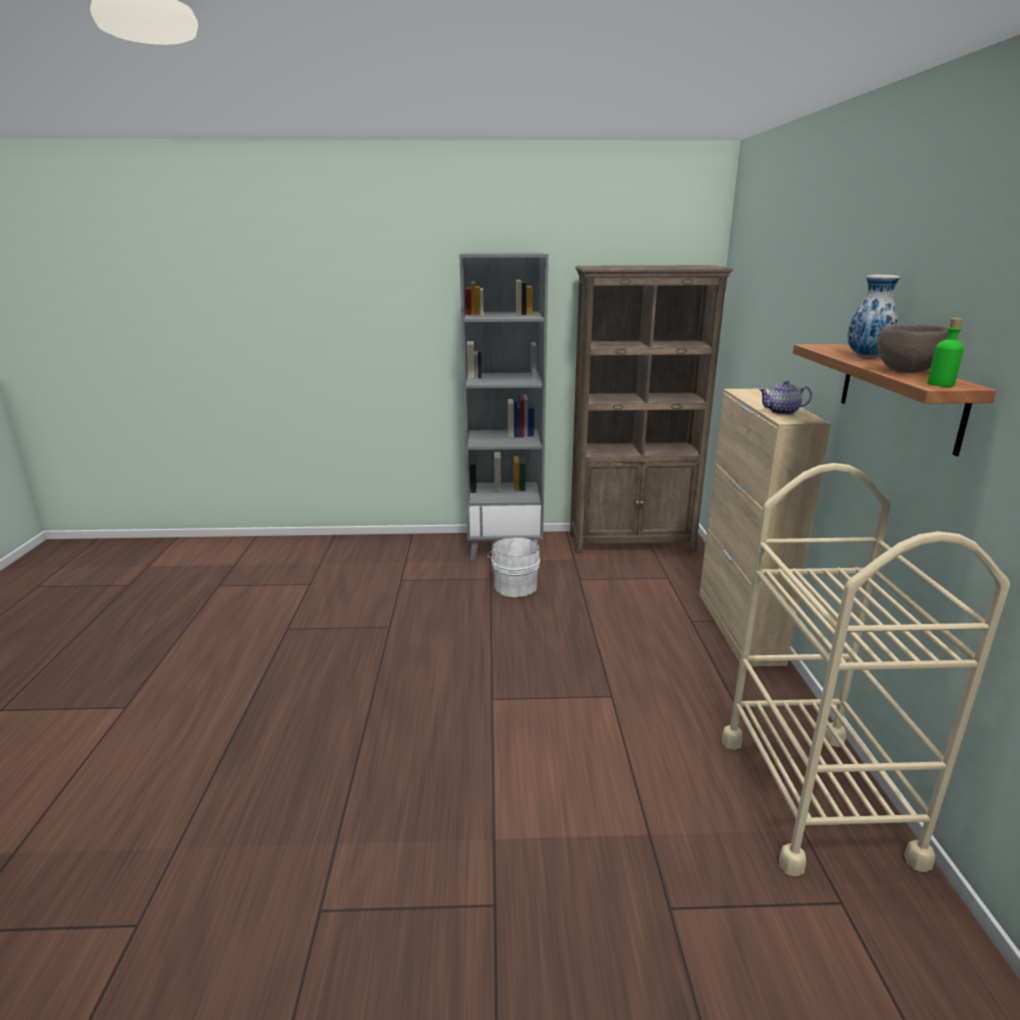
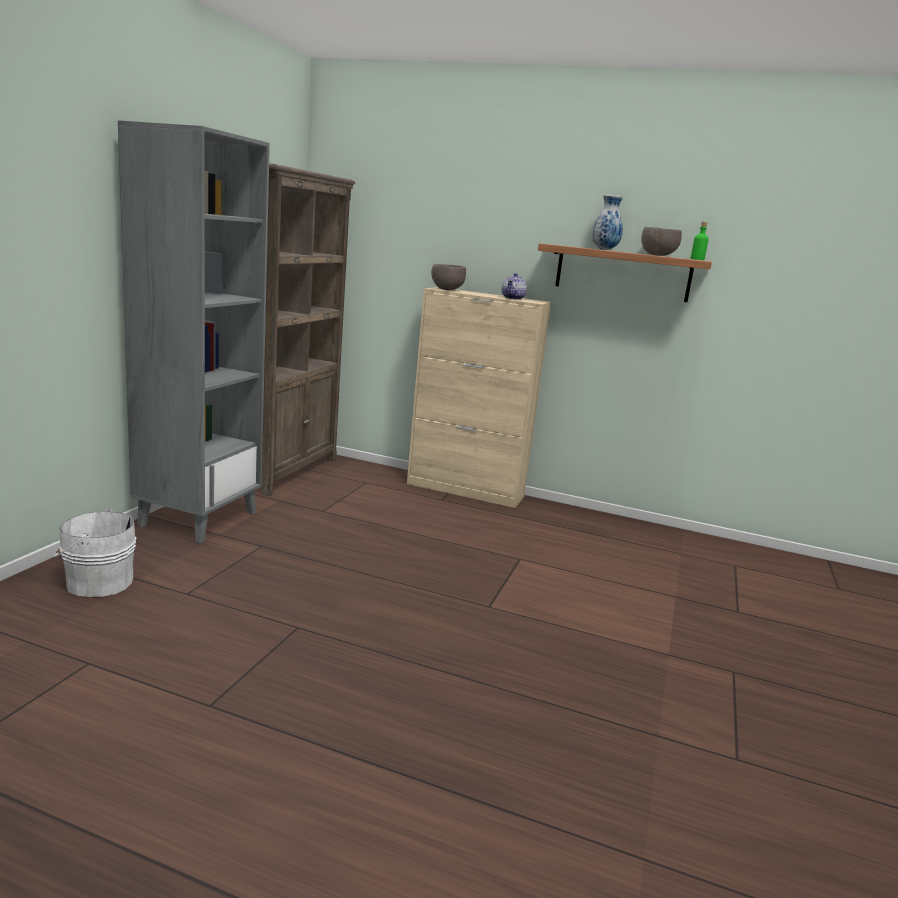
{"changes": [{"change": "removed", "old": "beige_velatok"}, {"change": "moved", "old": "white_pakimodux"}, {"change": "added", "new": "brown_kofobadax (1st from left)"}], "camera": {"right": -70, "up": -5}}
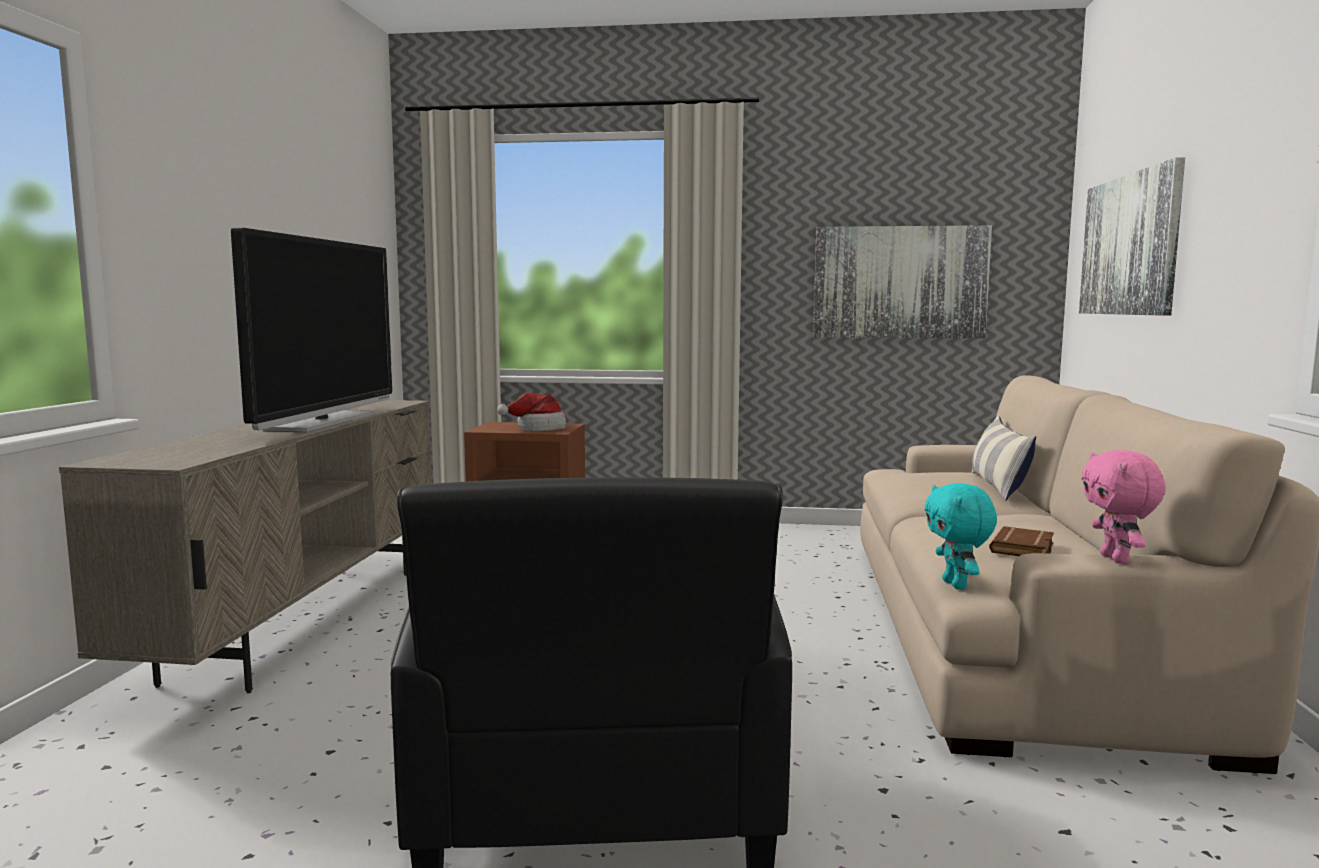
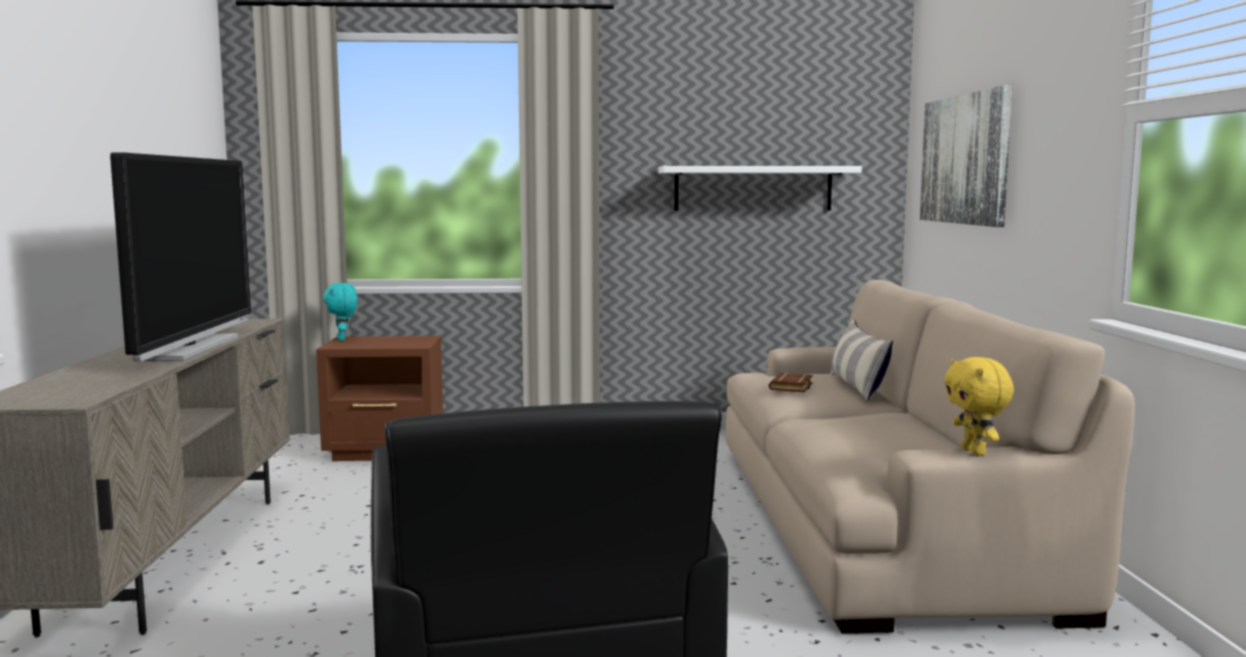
{"changes": [{"change": "replaced", "old": "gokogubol (1st from left)", "new": "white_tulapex"}, {"change": "removed", "old": "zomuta"}, {"change": "recoloured", "old": "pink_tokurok", "new": "yellow_tokurok"}, {"change": "moved", "old": "turquoise_tokurok"}, {"change": "moved", "old": "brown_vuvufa"}], "camera": {"right": -10, "up": 0}}
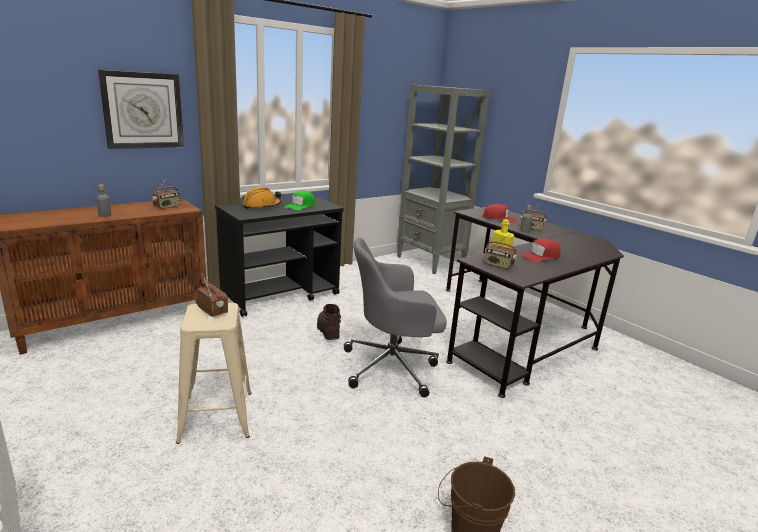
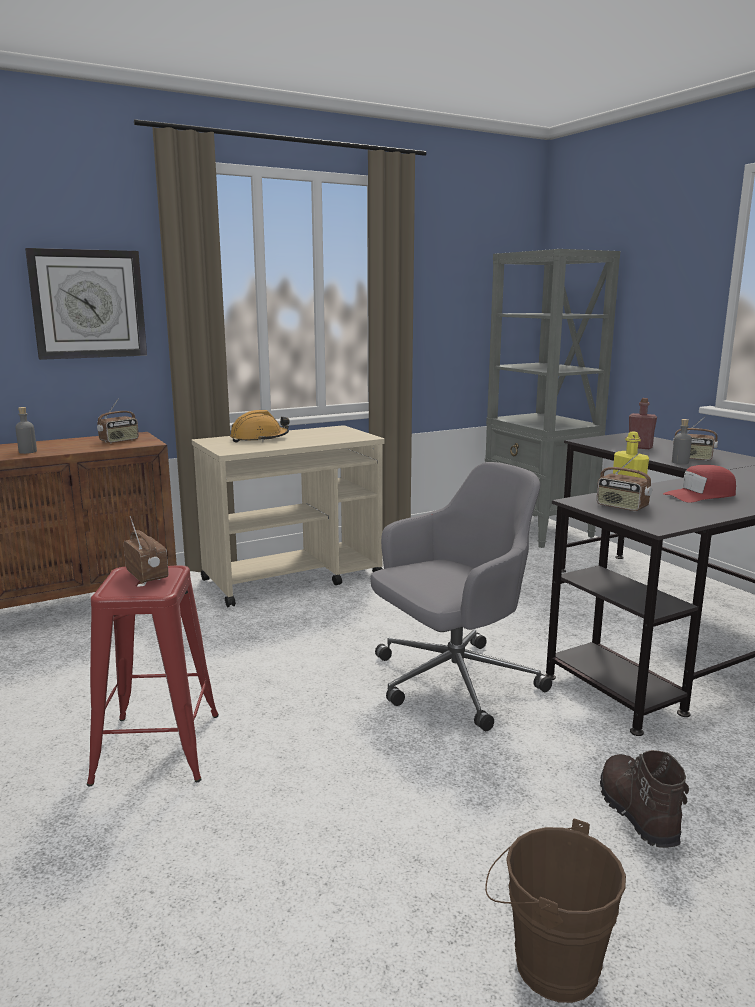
{"changes": [{"change": "removed", "old": "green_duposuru"}, {"change": "recoloured", "old": "black_velatok", "new": "beige_velatok"}, {"change": "replaced", "old": "red_duposuru (1st from left)", "new": "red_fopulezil"}, {"change": "turned", "old": "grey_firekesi", "degrees": 150}, {"change": "recoloured", "old": "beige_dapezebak", "new": "red_dapezebak"}, {"change": "moved", "old": "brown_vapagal"}], "camera": {"right": 10, "up": -5}}
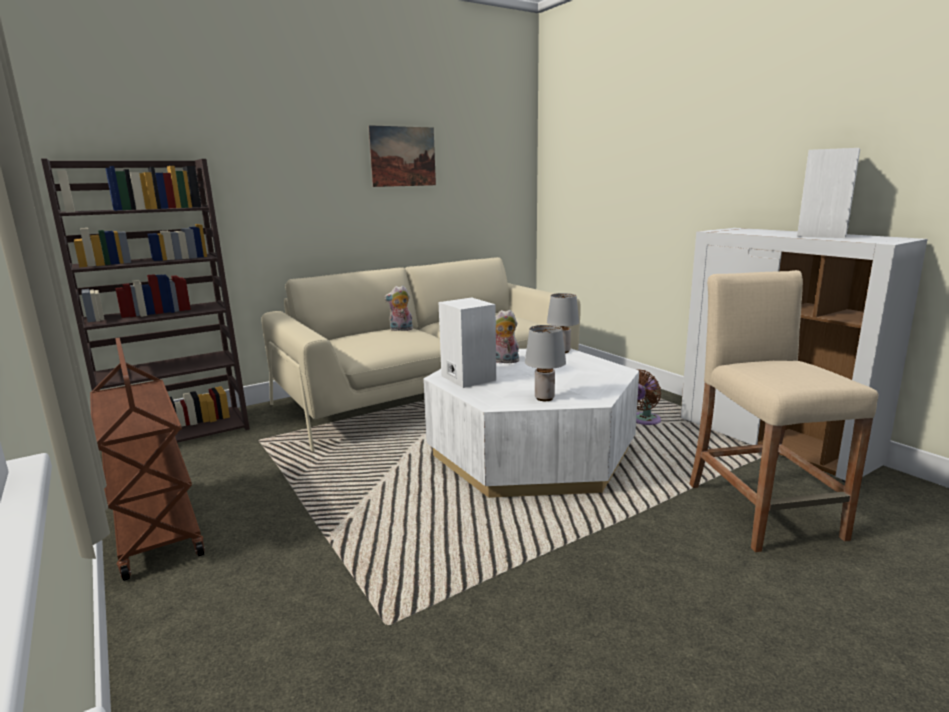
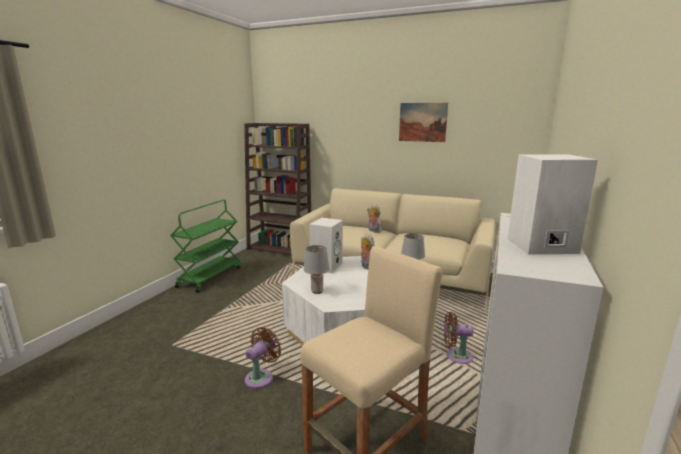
{"changes": [{"change": "recoloured", "old": "brown_velatok", "new": "green_velatok"}, {"change": "added", "new": "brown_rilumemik (1st from left)"}], "camera": {"right": 55, "up": 0}}
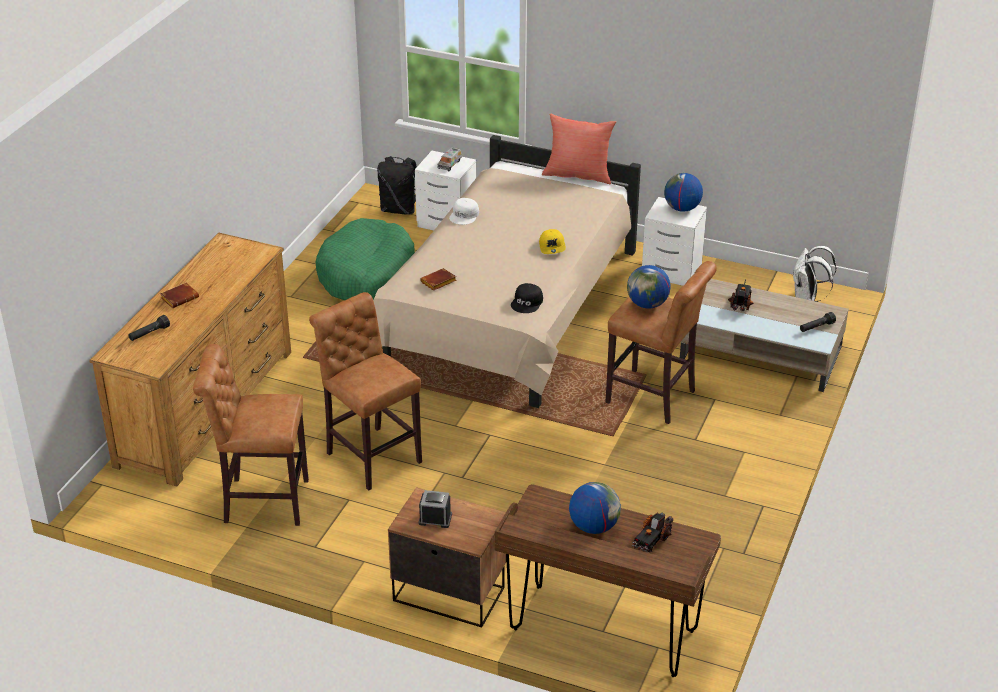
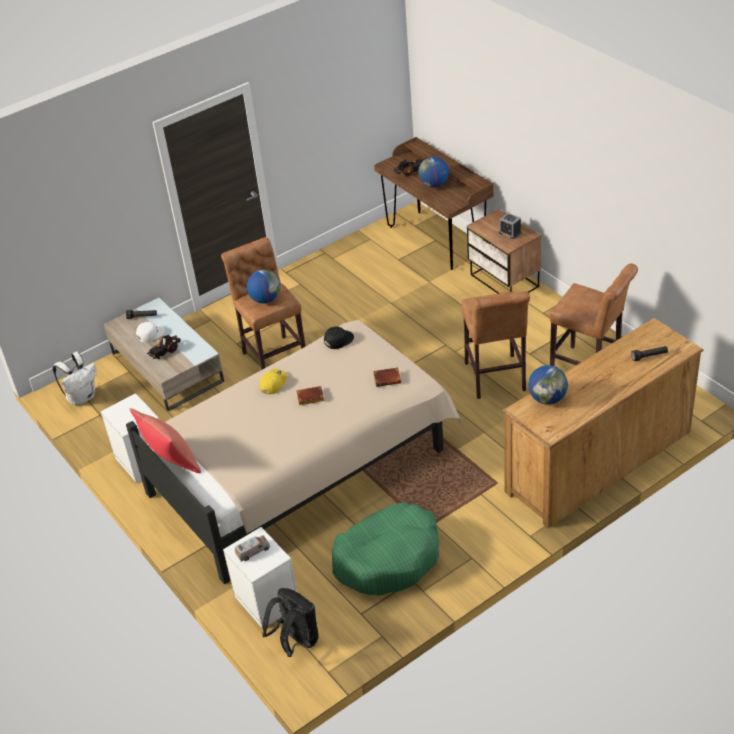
{"changes": [{"change": "moved", "old": "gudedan (3rd from left)"}, {"change": "moved", "old": "white_duposuru"}, {"change": "moved", "old": "brown_vuvufa (1st from left)"}], "camera": {"right": -145, "up": 5}}
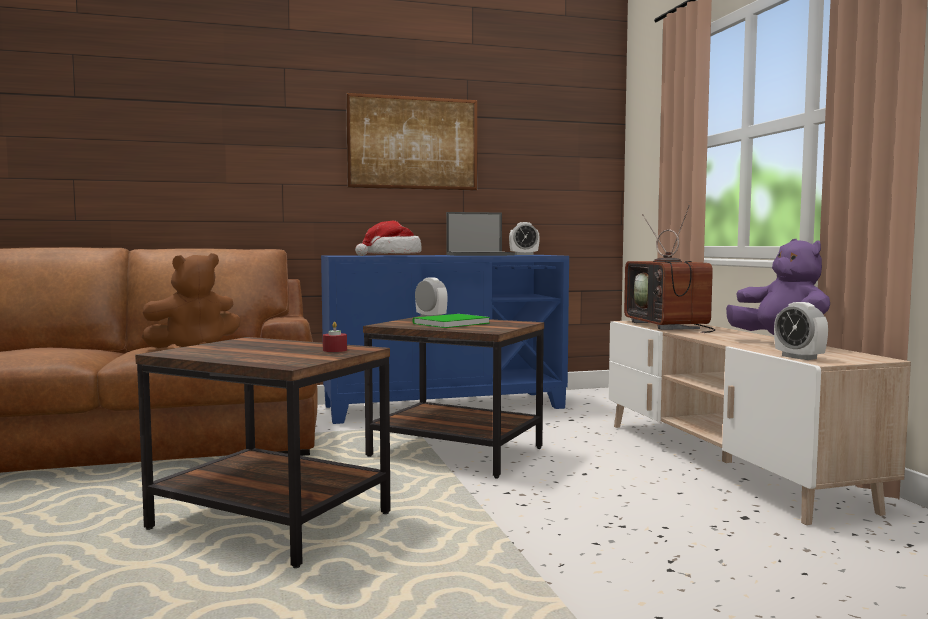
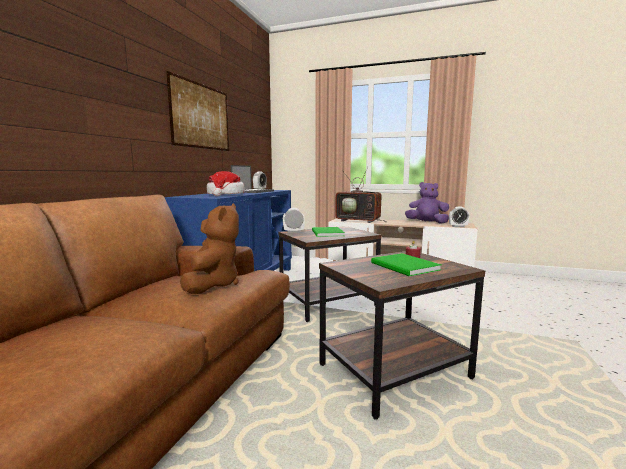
{"changes": [{"change": "added", "new": "green_vuvufa (2nd from left)"}], "camera": {"right": -55, "up": 5}}
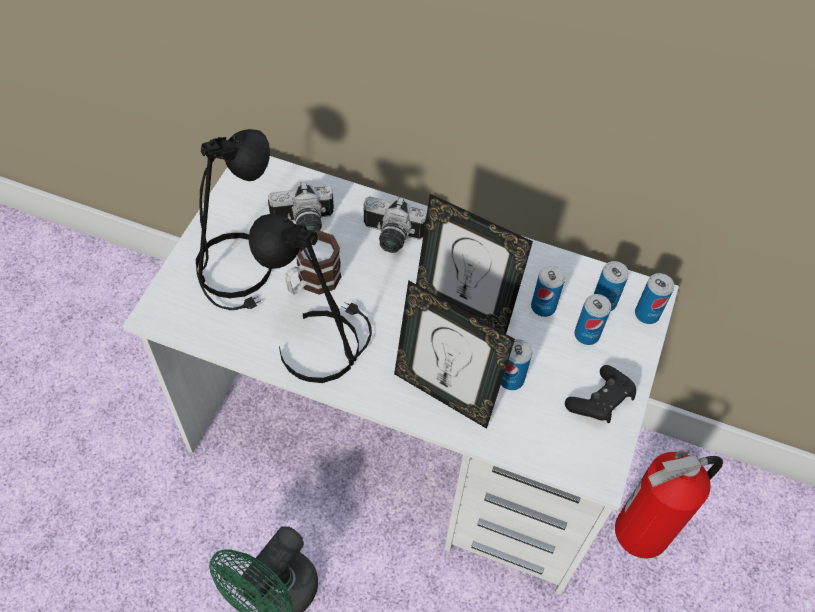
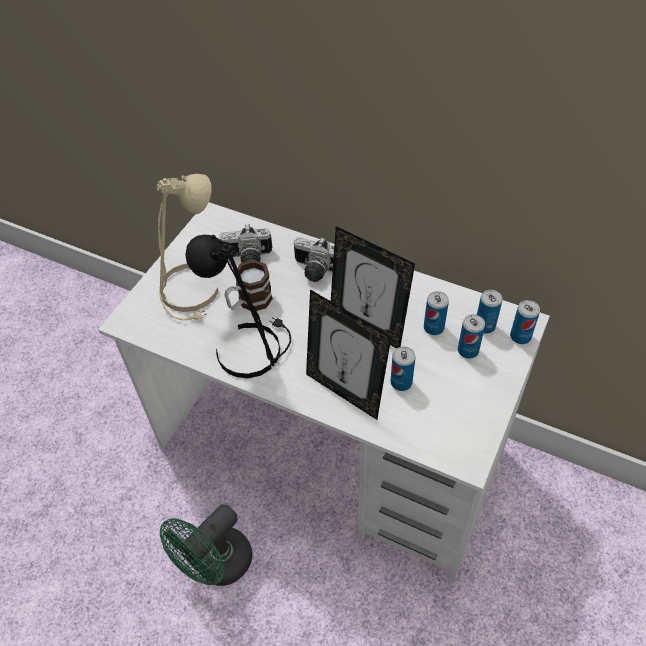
{"changes": [{"change": "recoloured", "old": "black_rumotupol (1st from left)", "new": "beige_rumotupol"}, {"change": "removed", "old": "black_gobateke"}, {"change": "removed", "old": "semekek"}], "camera": {"right": 10, "up": -5}}
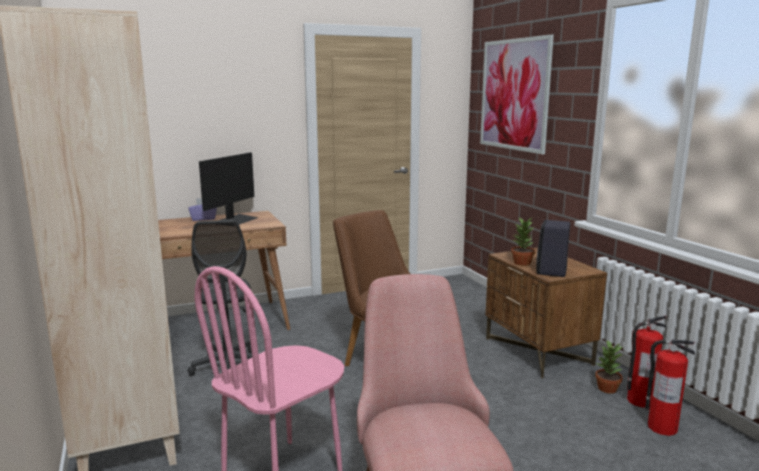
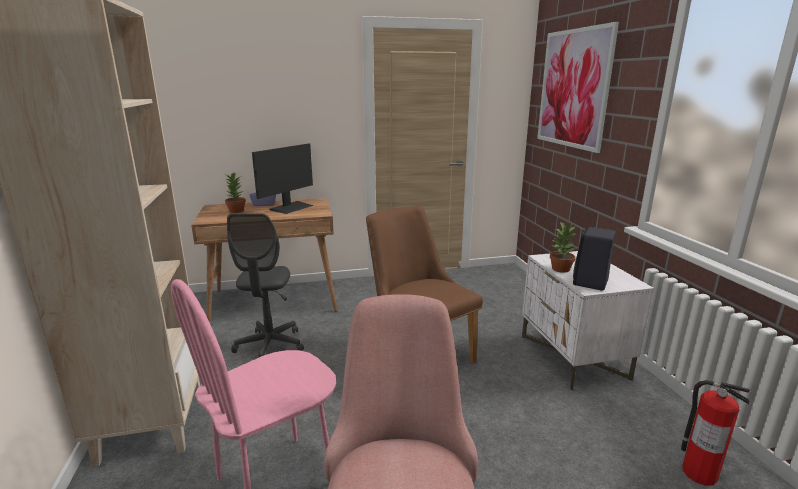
{"changes": [{"change": "recoloured", "old": "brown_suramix", "new": "white_suramix"}, {"change": "removed", "old": "semekek (1st from left)"}, {"change": "moved", "old": "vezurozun (2nd from left in the first image)", "new": "vezurozun (1st from left)"}], "camera": {"right": 10, "up": 5}}
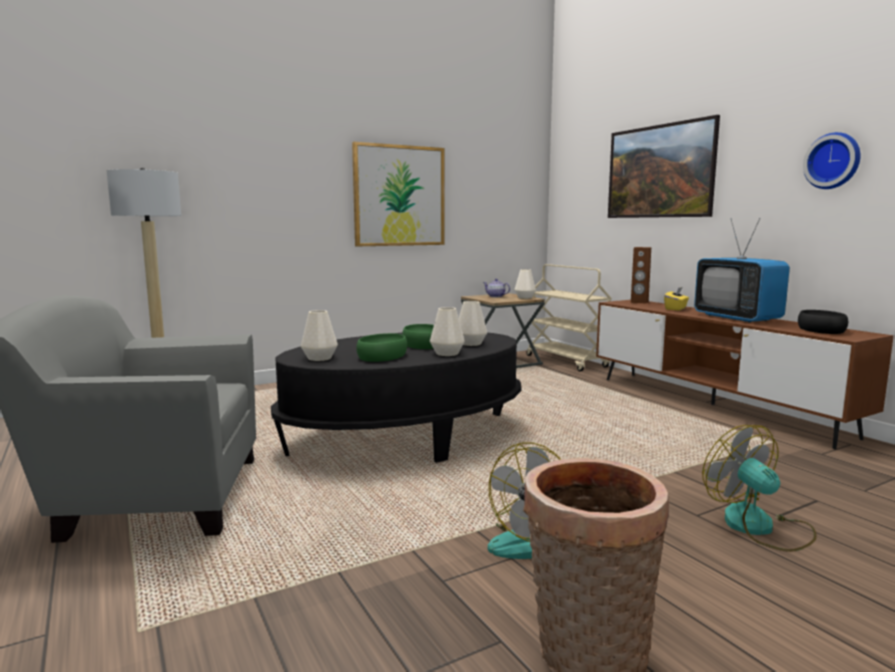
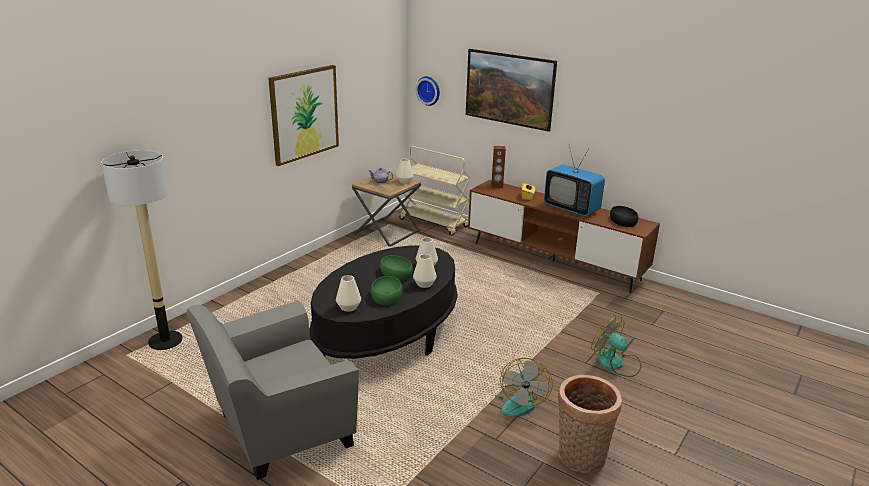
{"changes": [{"change": "moved", "old": "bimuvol"}], "camera": {"right": -25, "up": 15}}
